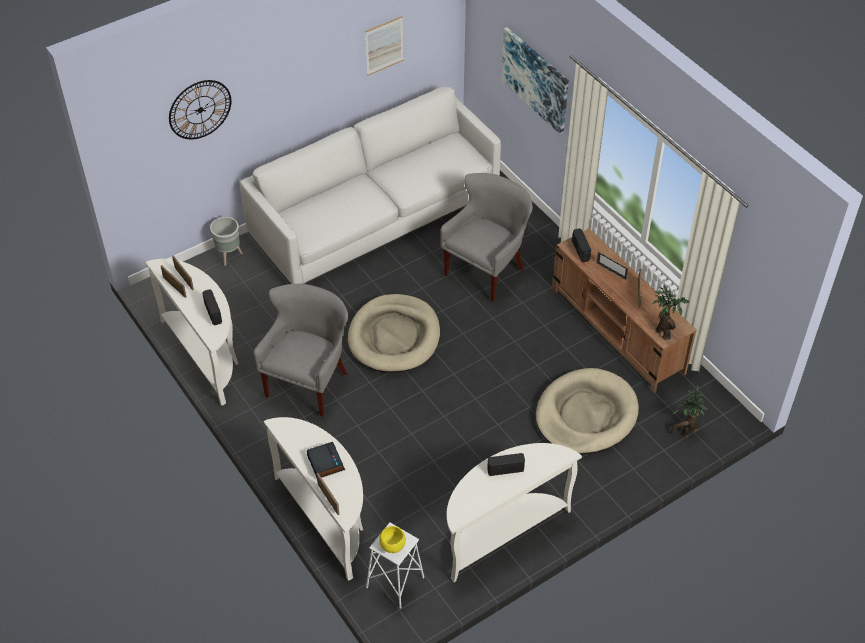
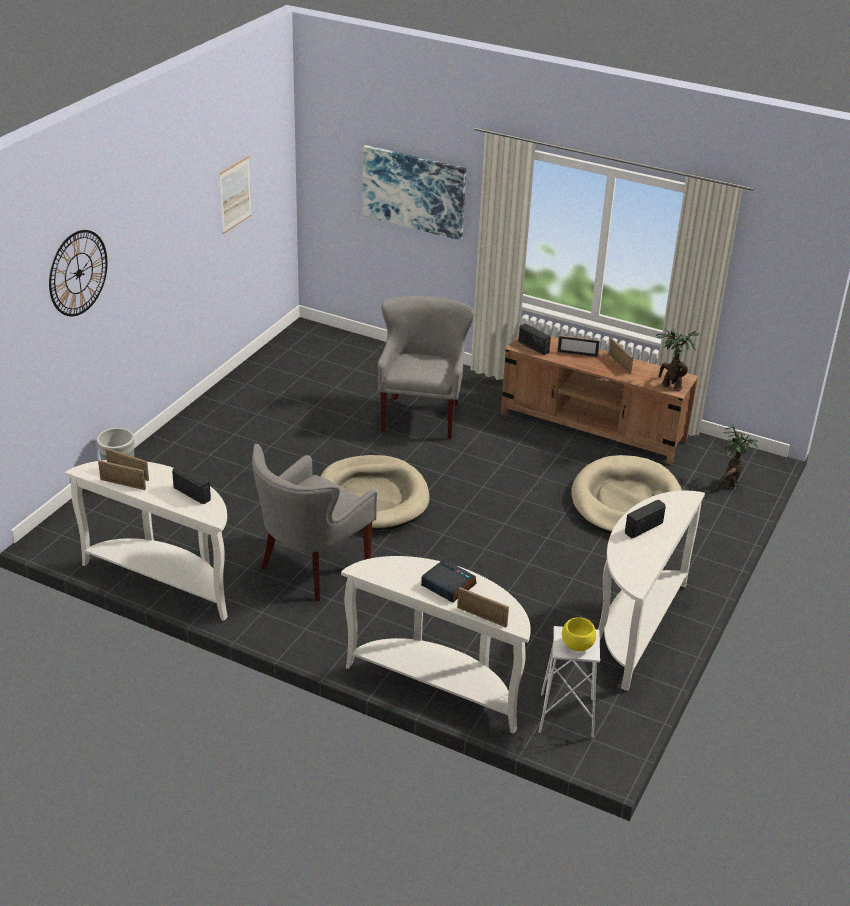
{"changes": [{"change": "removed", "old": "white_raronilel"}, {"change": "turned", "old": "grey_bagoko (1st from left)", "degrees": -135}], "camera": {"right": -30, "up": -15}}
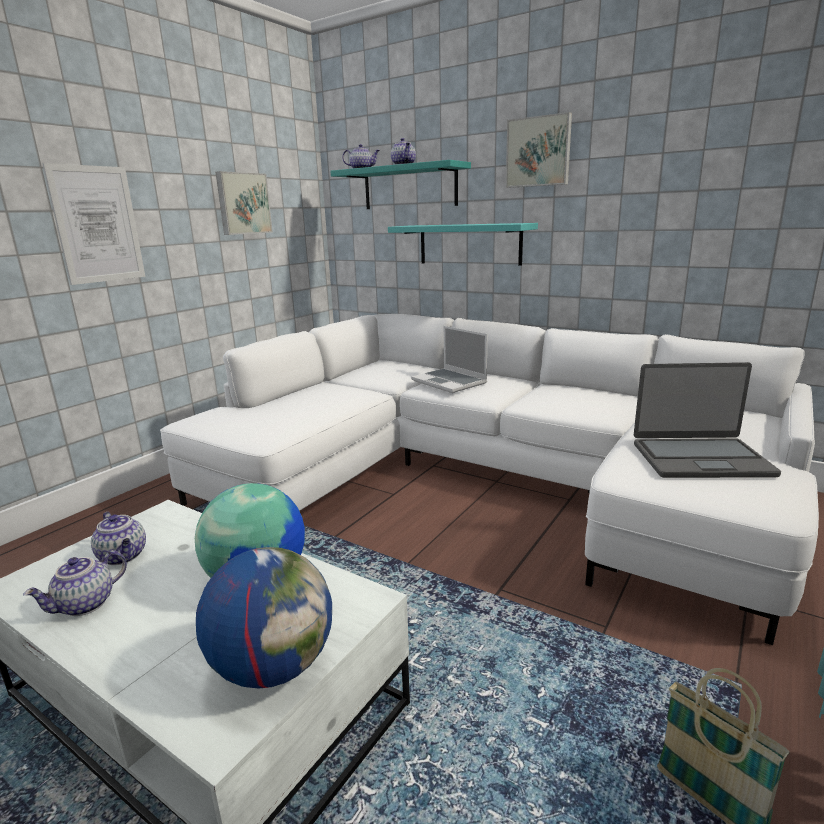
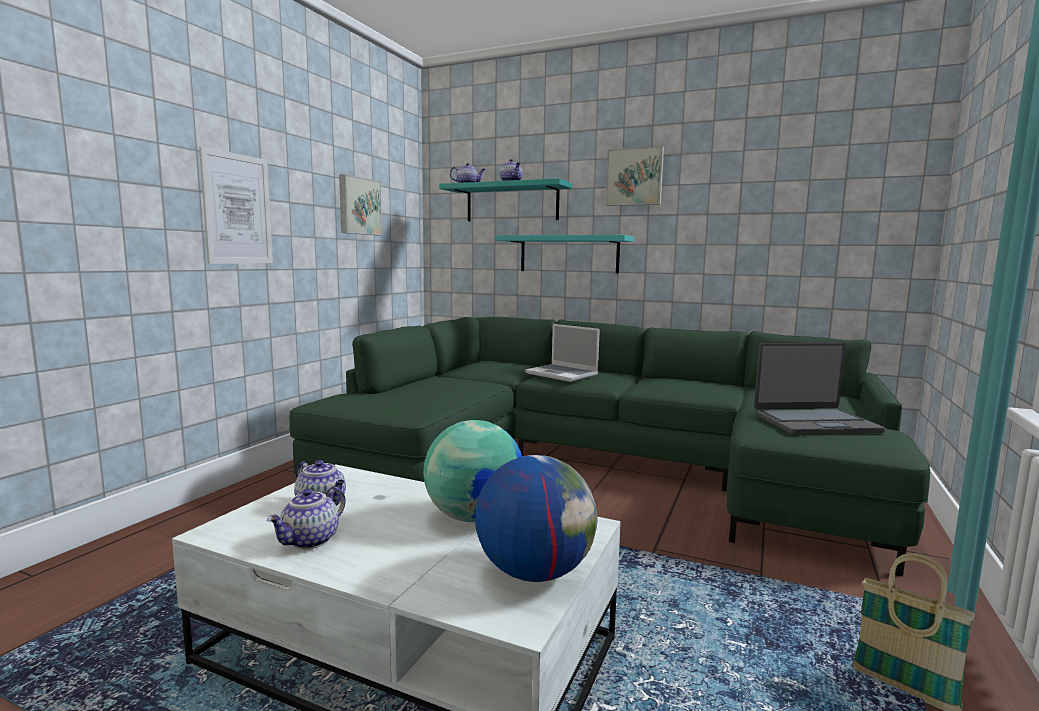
{"changes": [{"change": "recoloured", "old": "white_raronilel", "new": "green_raronilel"}], "camera": {"right": -10, "up": -10}}
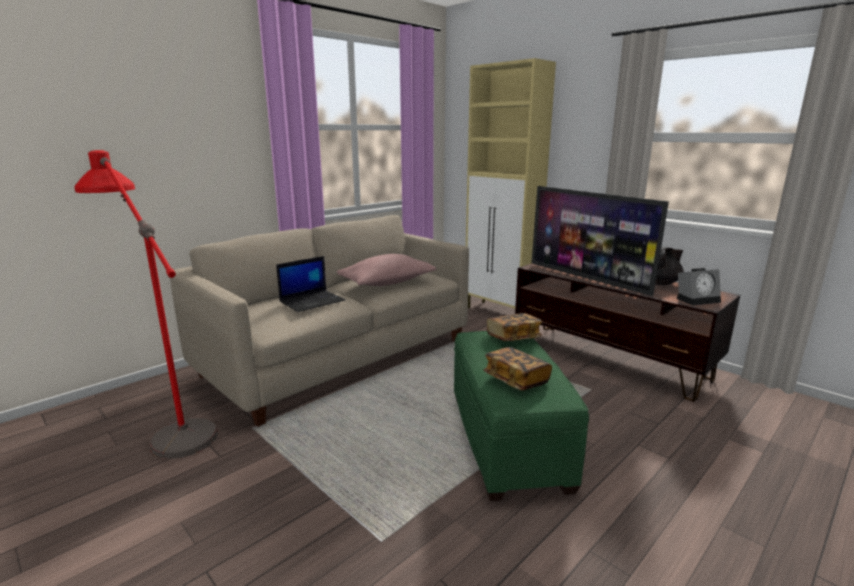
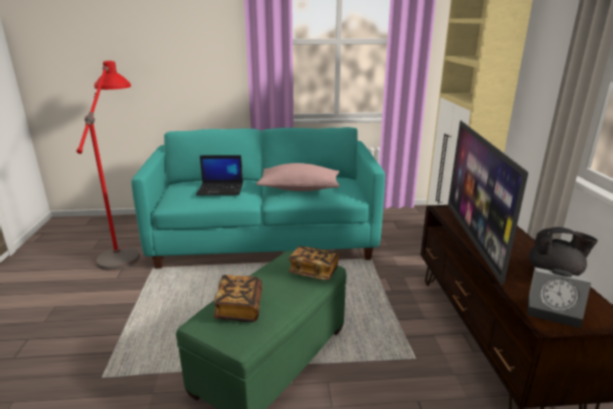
{"changes": [{"change": "recoloured", "old": "beige_raronilel", "new": "turquoise_raronilel"}], "camera": {"right": 40, "up": 5}}
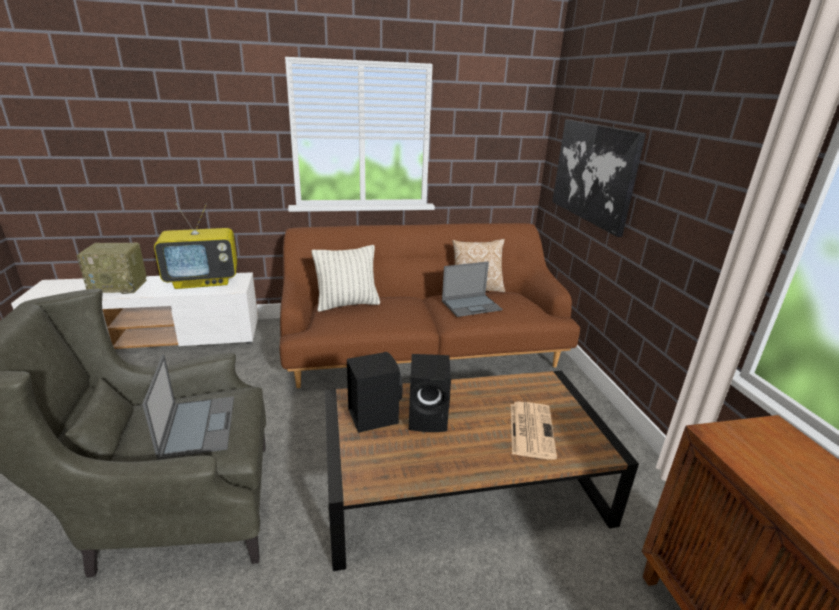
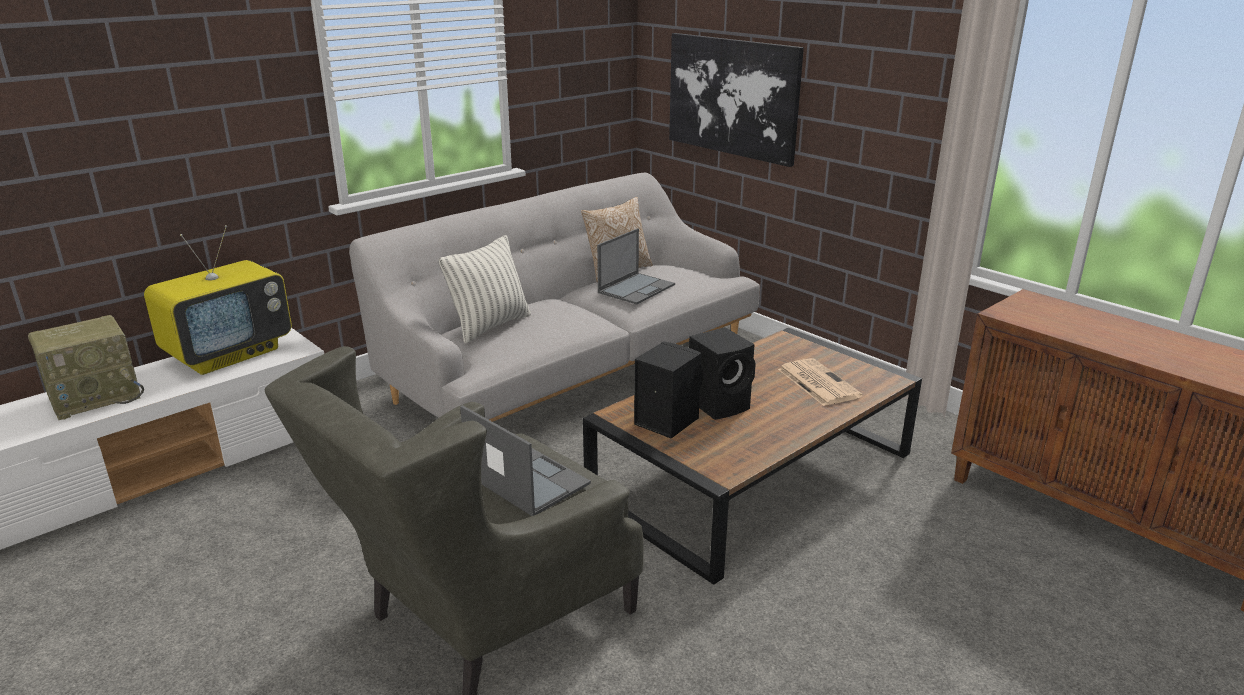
{"changes": [{"change": "recoloured", "old": "brown_raronilel", "new": "grey_raronilel"}], "camera": {"right": -30, "up": 0}}
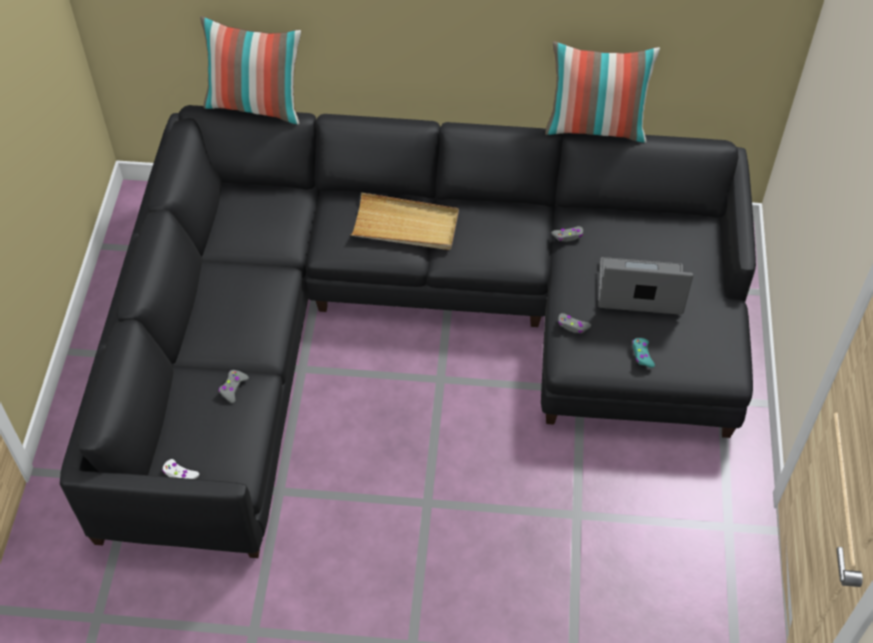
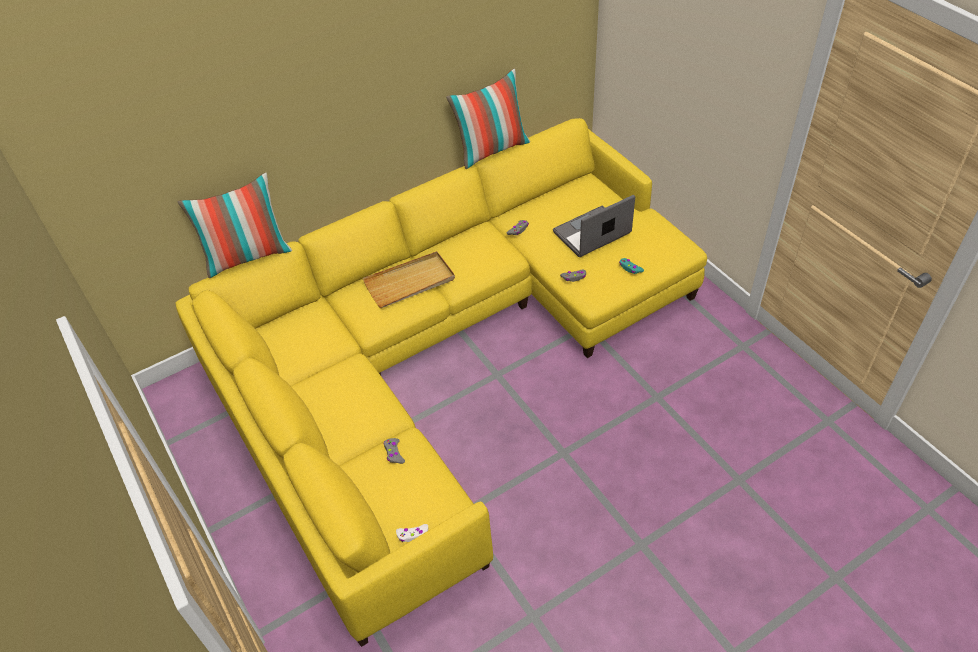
{"changes": [{"change": "recoloured", "old": "black_raronilel", "new": "yellow_raronilel"}], "camera": {"right": -35, "up": -5}}
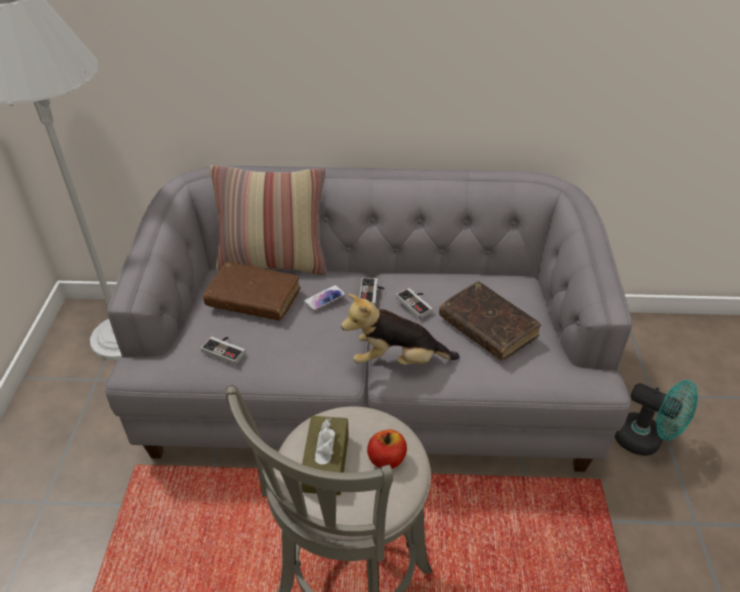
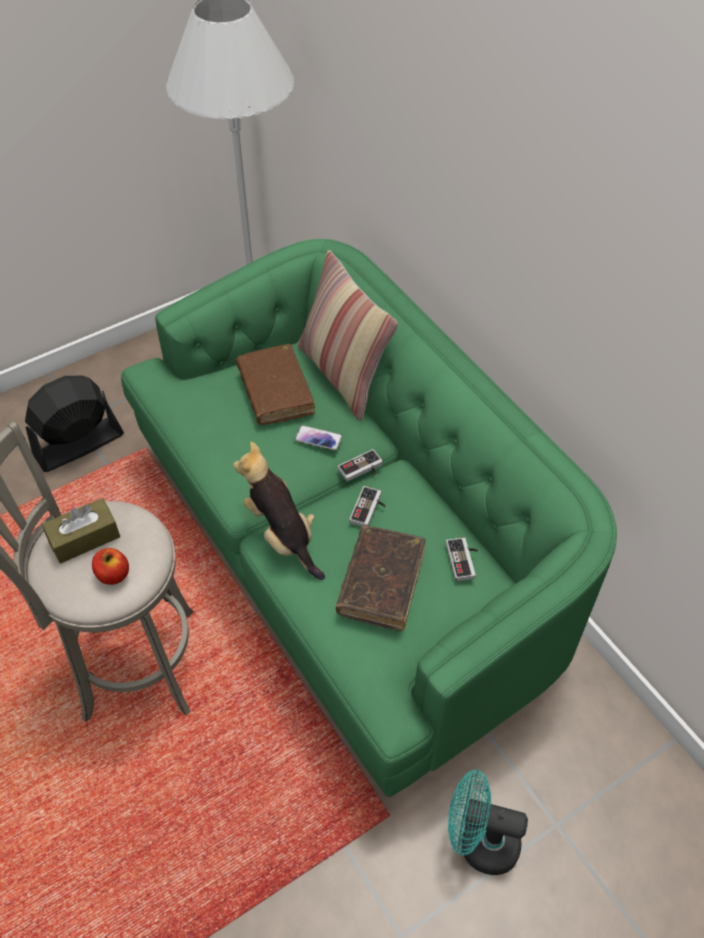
{"changes": [{"change": "recoloured", "old": "grey_raronilel", "new": "green_raronilel"}, {"change": "moved", "old": "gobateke (1st from left in the first image)", "new": "gobateke (3rd from left)"}, {"change": "turned", "old": "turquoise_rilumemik", "degrees": 105}, {"change": "added", "new": "black_rilumemik"}], "camera": {"right": 55, "up": 10}}
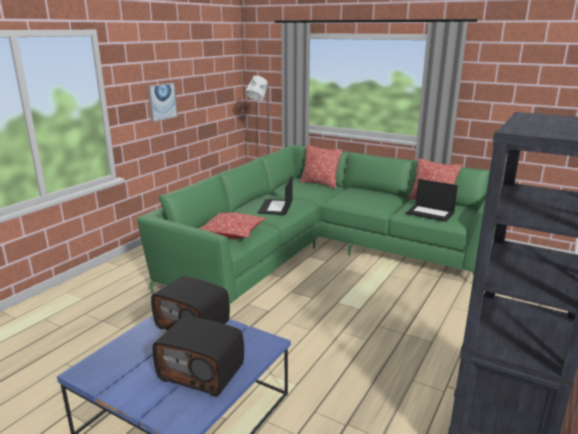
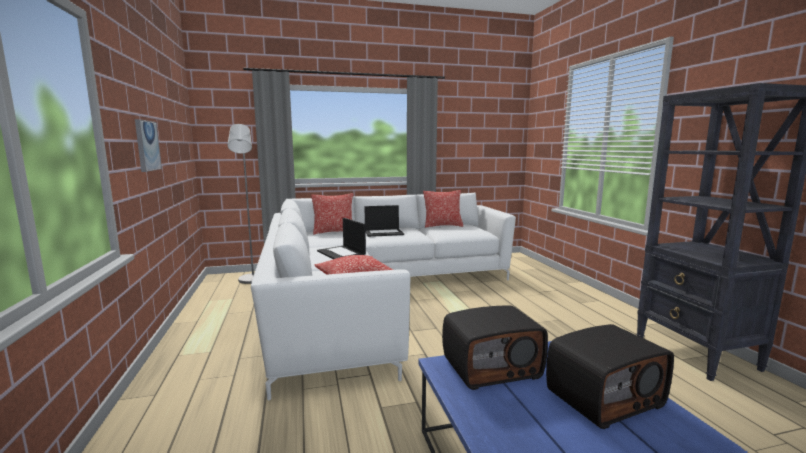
{"changes": [{"change": "recoloured", "old": "green_raronilel", "new": "white_raronilel"}, {"change": "moved", "old": "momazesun (2nd from left)"}], "camera": {"right": -45, "up": -10}}
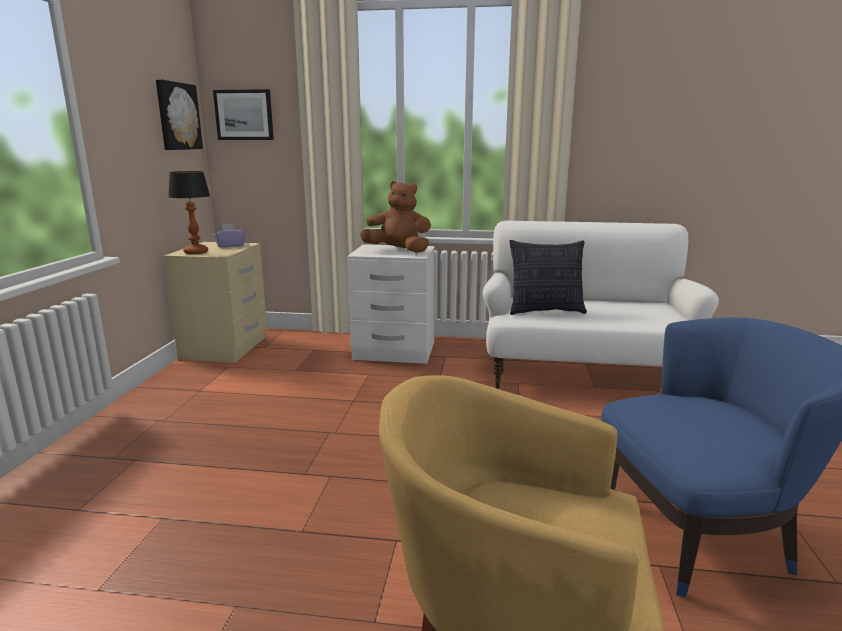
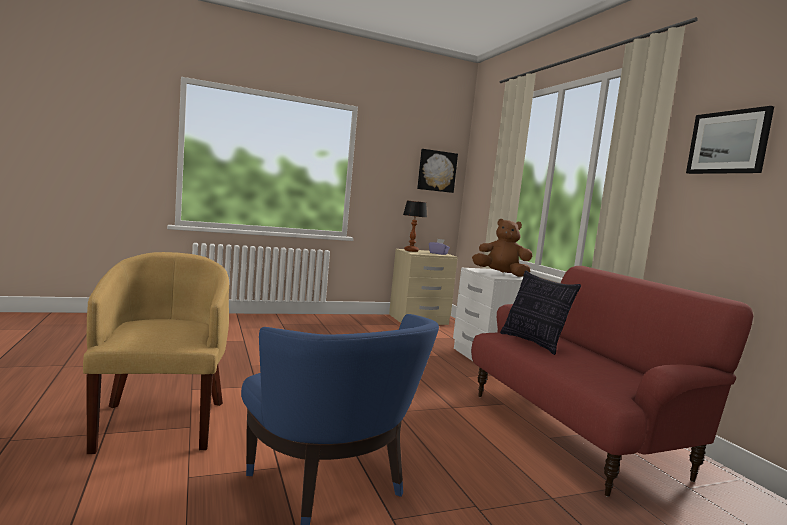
{"changes": [{"change": "moved", "old": "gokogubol (2nd from left)"}, {"change": "turned", "old": "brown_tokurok", "degrees": -60}, {"change": "recoloured", "old": "white_raronilel", "new": "red_raronilel"}], "camera": {"right": 60, "up": -10}}
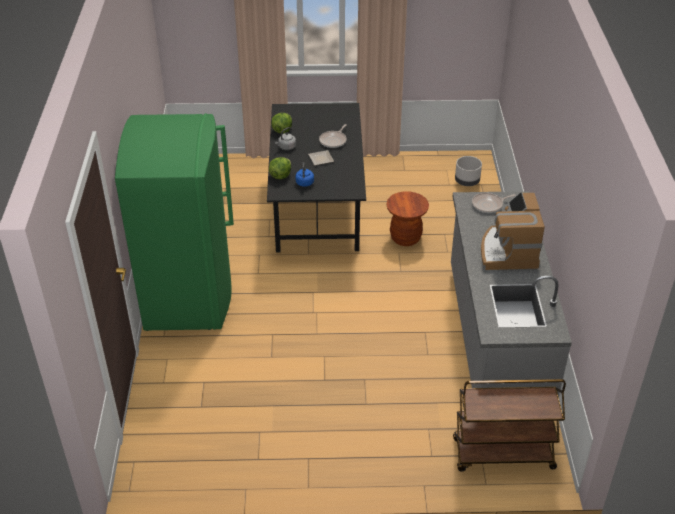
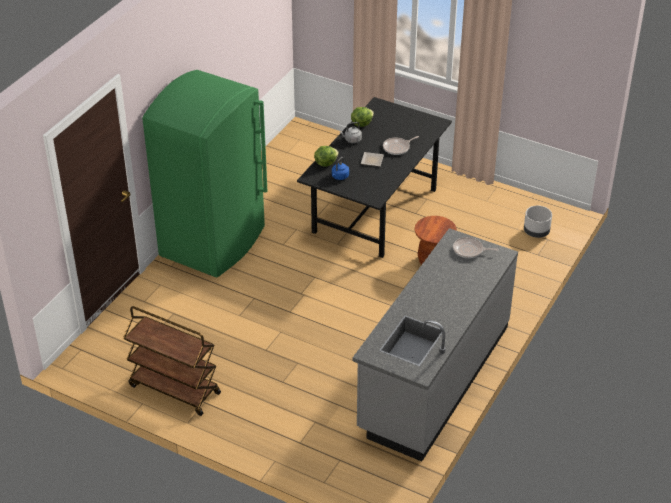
{"changes": [{"change": "removed", "old": "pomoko"}, {"change": "moved", "old": "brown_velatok"}], "camera": {"right": 30, "up": 0}}
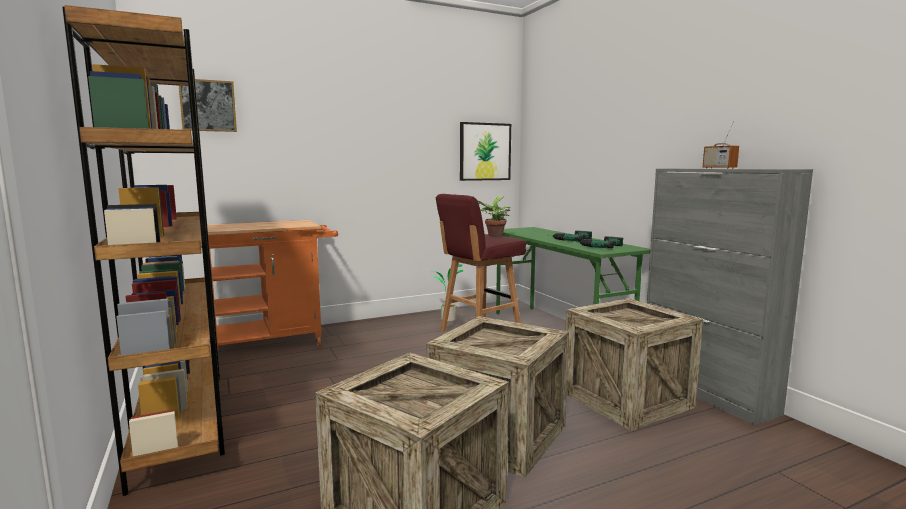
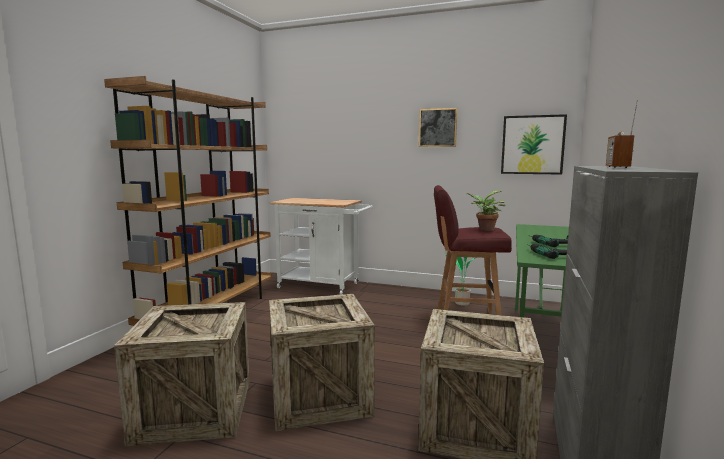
{"changes": [{"change": "moved", "old": "gokogubol (1st from left)"}, {"change": "recoloured", "old": "orange_velatok", "new": "white_velatok"}], "camera": {"right": 45, "up": 0}}
